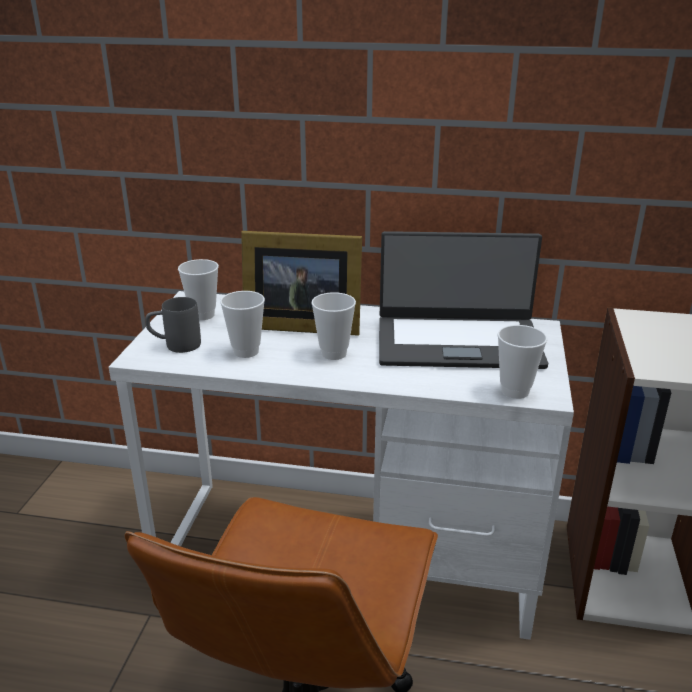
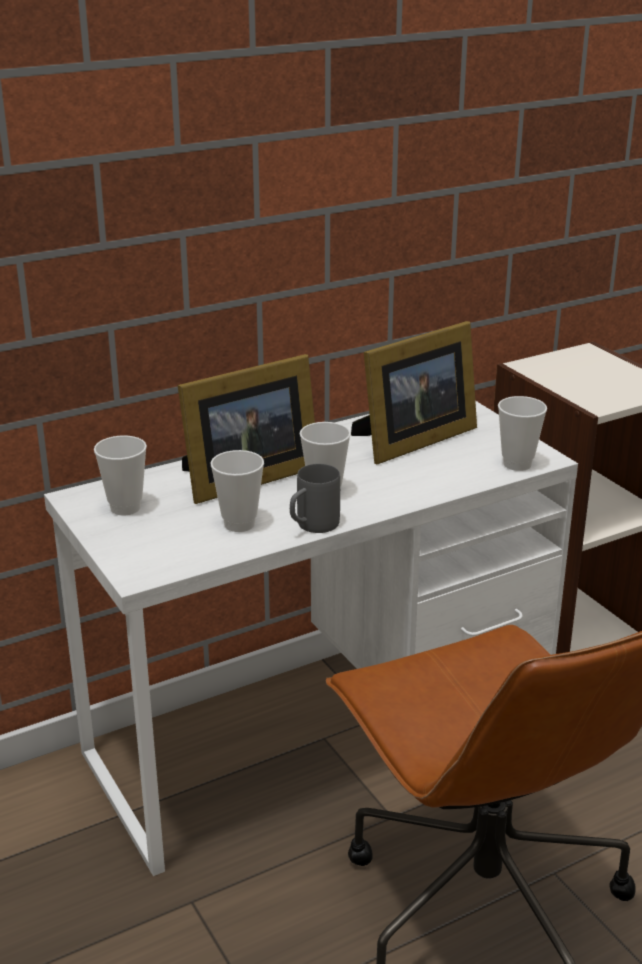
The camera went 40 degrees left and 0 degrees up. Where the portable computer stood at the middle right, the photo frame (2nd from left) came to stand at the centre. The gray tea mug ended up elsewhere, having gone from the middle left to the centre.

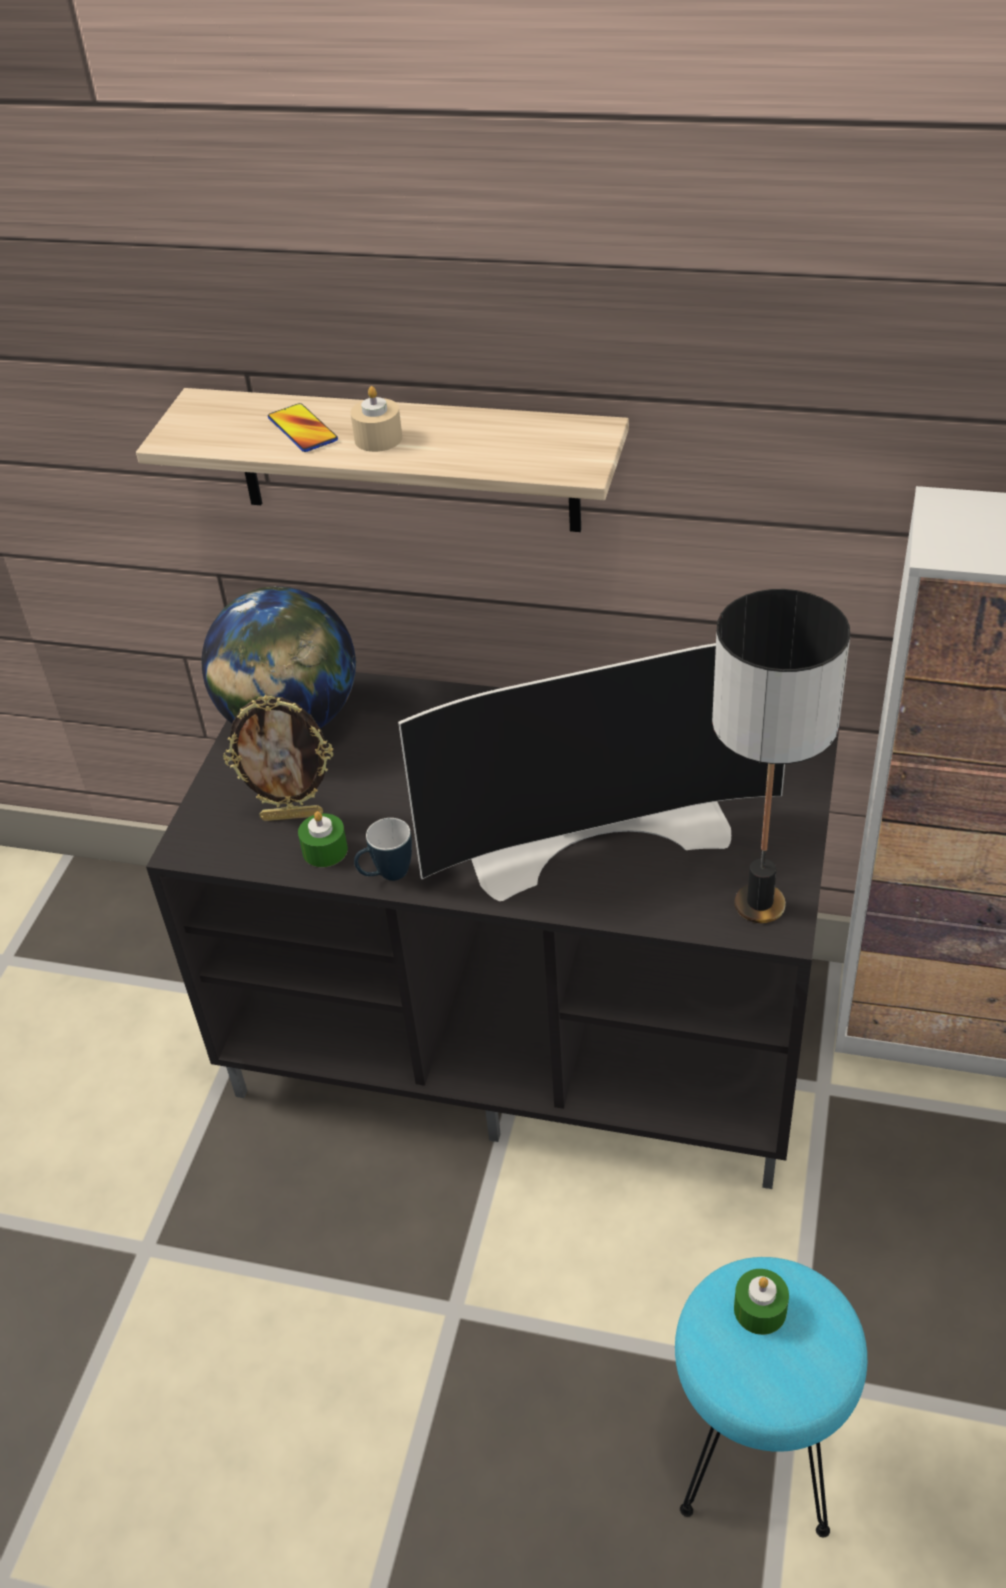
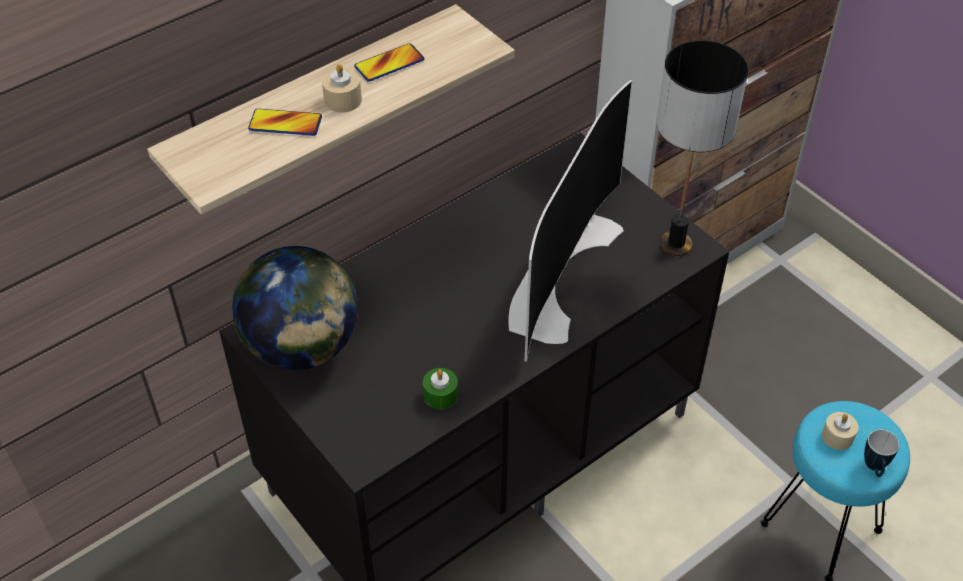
The camera went 55 degrees left and 5 degrees up. The second view lost the photo frame at the middle left. The tea mug ended up elsewhere, having gone from the centre to the bottom right. What was the green wax candle (2nd from left) at the bottom right turned into the beige wax candle (2nd from left) at the bottom right. The second view gained the phone (2nd from left) at the top centre.

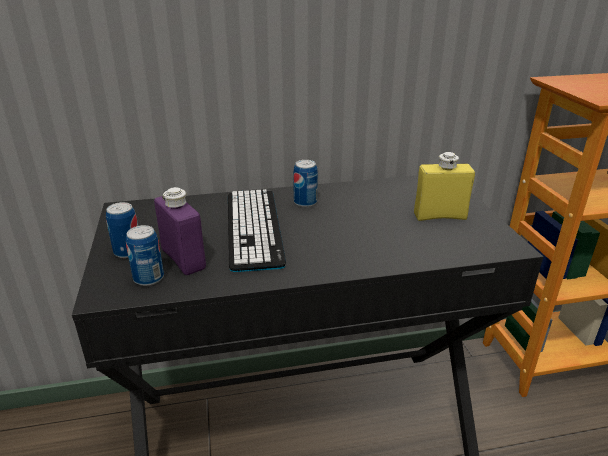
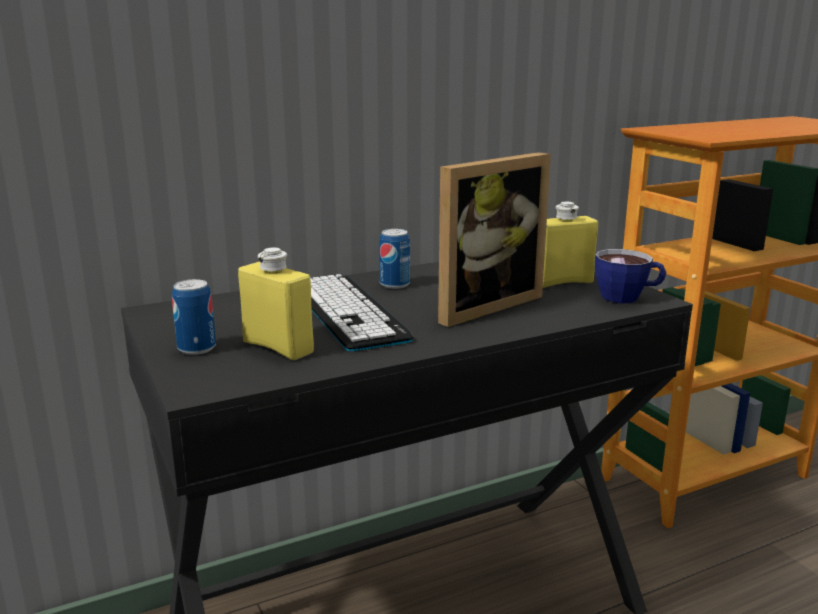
The camera went 15 degrees left and 10 degrees down. What was the purple drink bottle at the middle left turned into the yellowish drink bottle (1st from left) at the centre. The second view lost the sealed can (2nd from left) at the middle left. The second view gained the photo frame at the centre. The second view gained the drinking cup at the middle right.

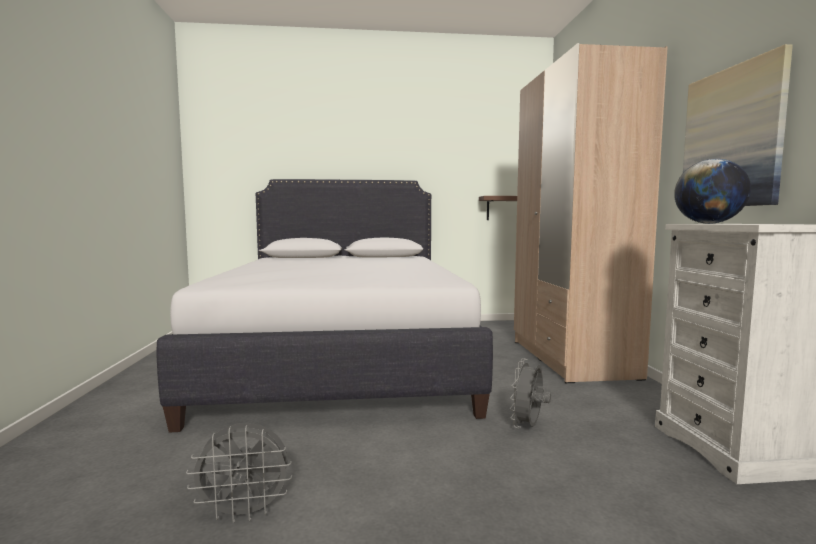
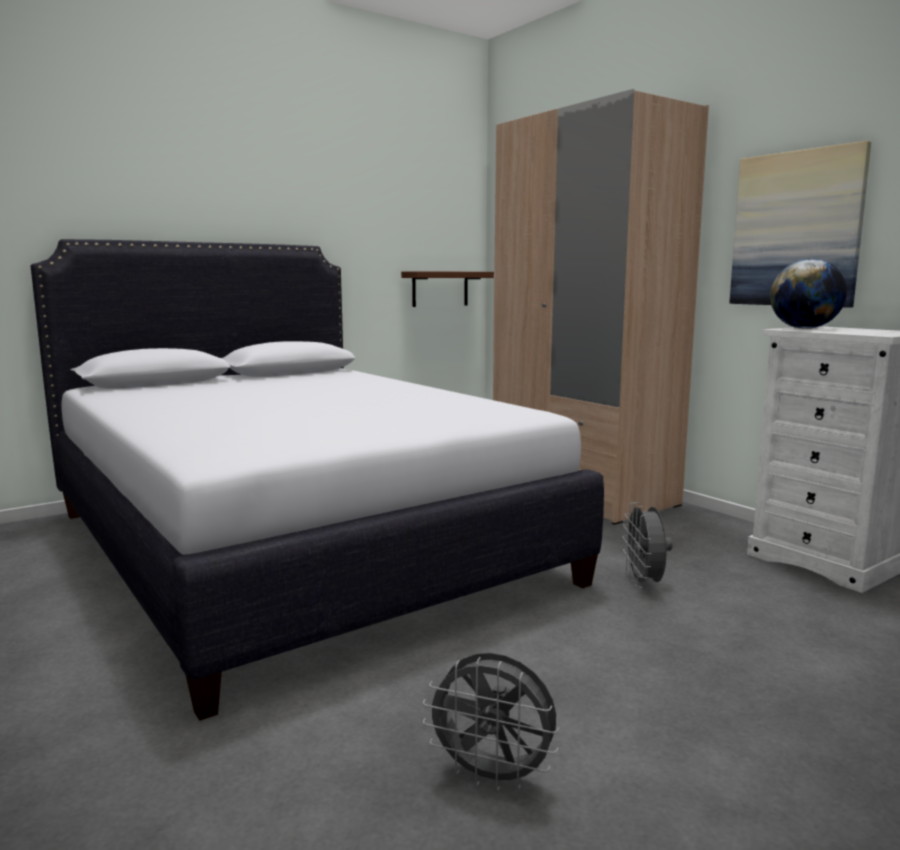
The camera went 30 degrees left and 5 degrees up. The gray fan (1st from left) at the bottom left ended up facing another way, 60 degrees clockwise from before.

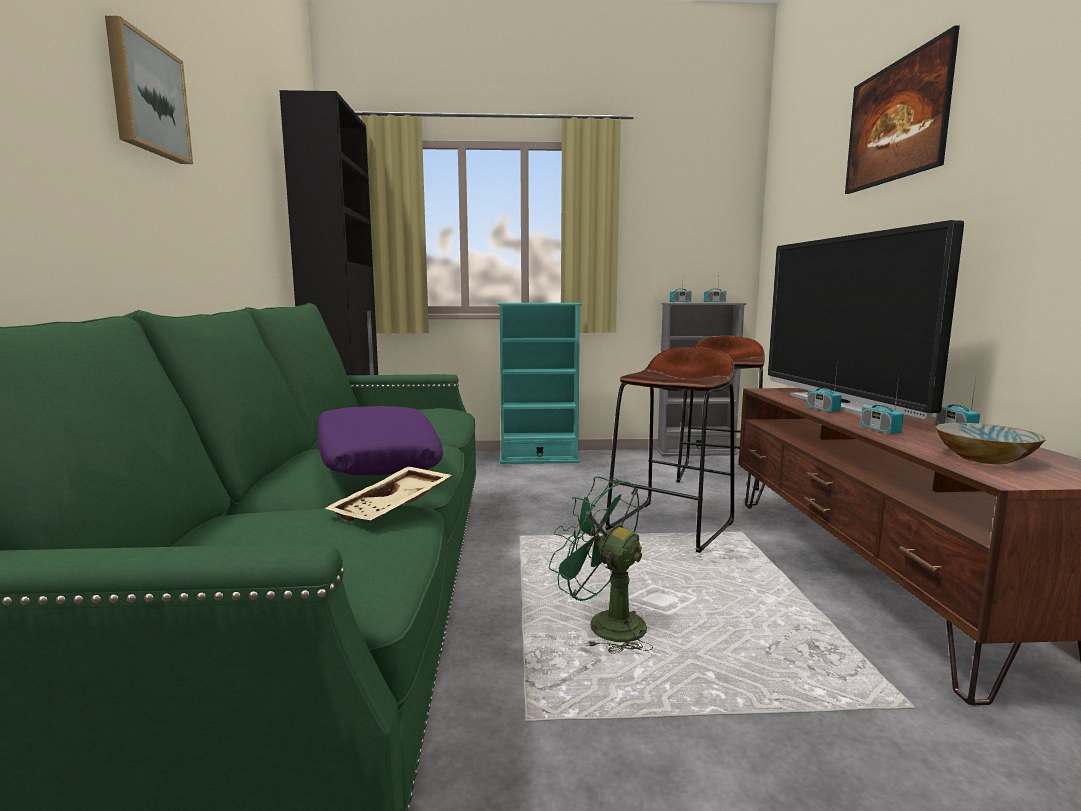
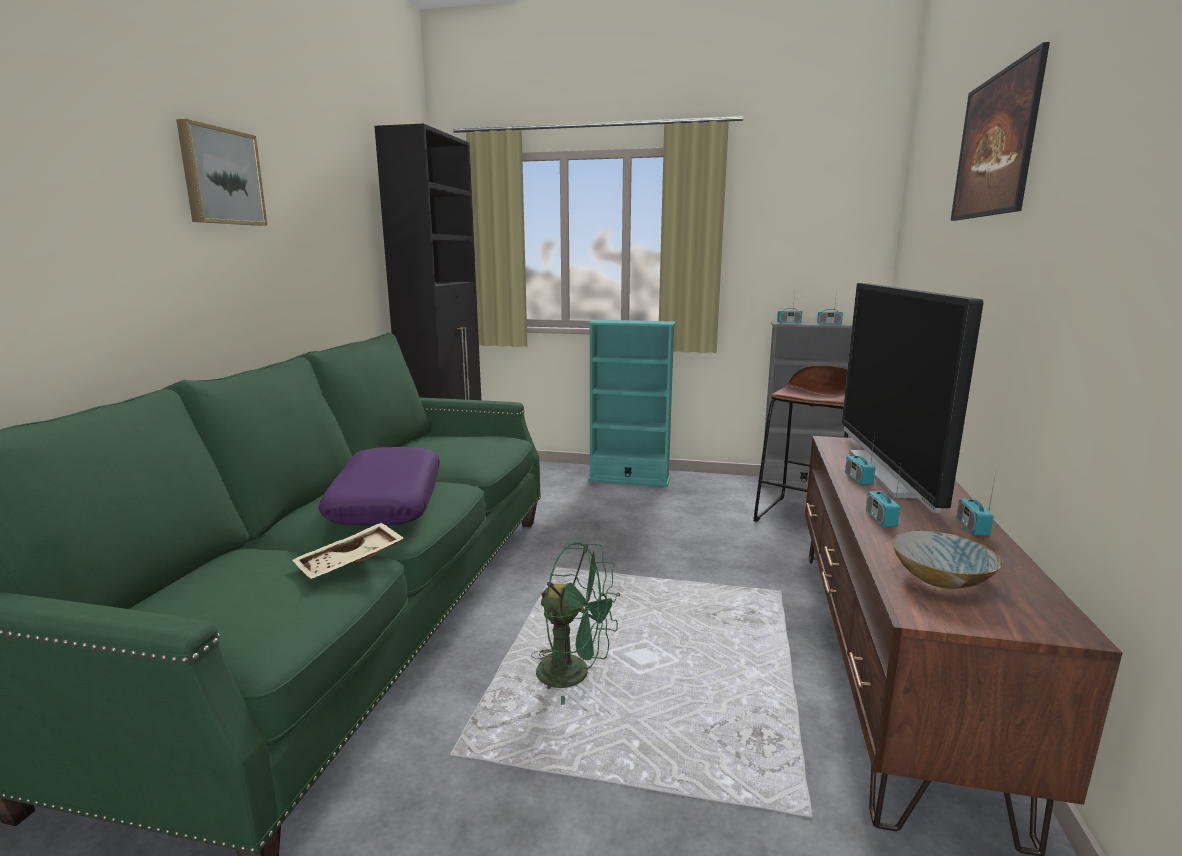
The camera went 15 degrees right and 5 degrees up. The second view lost the brown-coloured sitting stool (1st from left) at the centre. The green fan at the bottom centre ended up facing another way, 150 degrees clockwise from before.

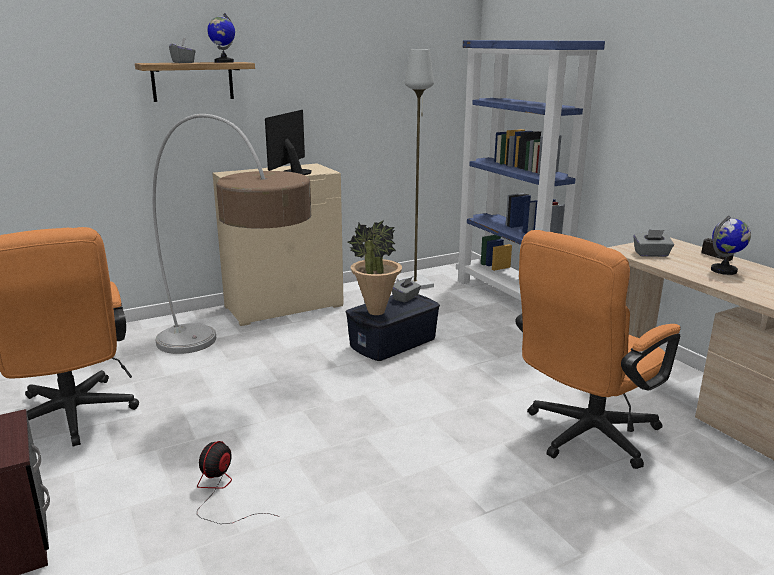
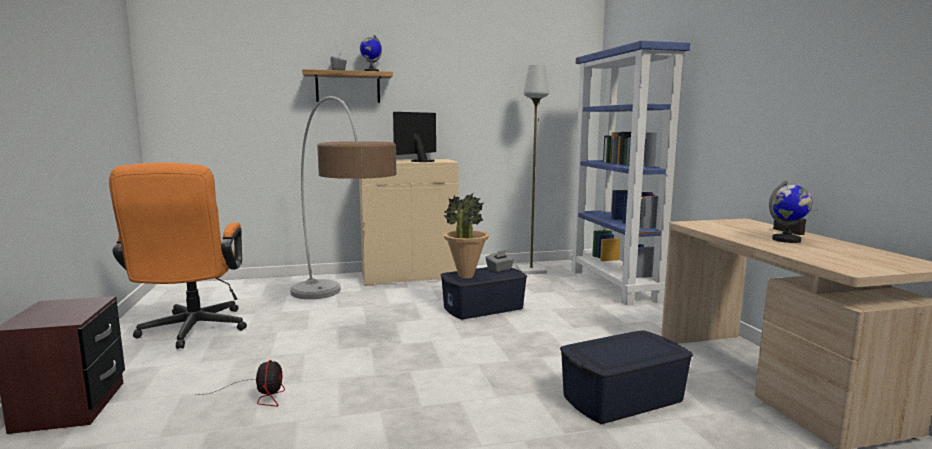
The camera went 15 degrees right and 10 degrees down. The second view lost the gray tissue holder (3rd from left) at the middle right. Where the orange-coloured desk chair (2nd from left) stood at the middle right, the blue-coloured storage bin (2nd from left) came to stand at the bottom right. The fan at the bottom left ended up facing another way, 135 degrees clockwise from before.

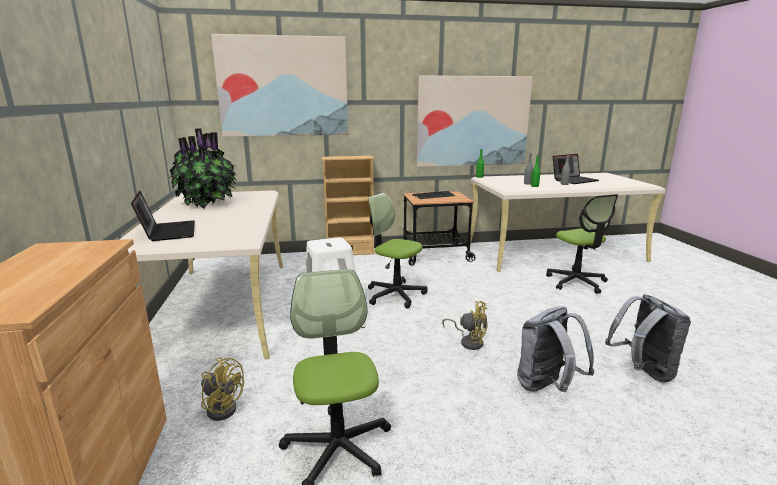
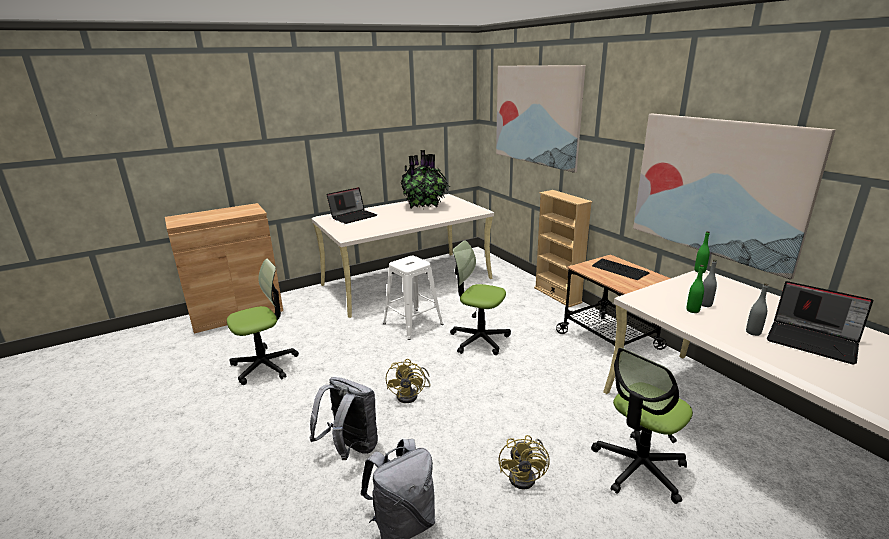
The camera went 70 degrees right and 5 degrees up. The desk chair (2nd from left) at the centre ended up facing another way, 75 degrees counterclockwise from before. The yellowish fan (1st from left in the first image) ended up elsewhere, having gone from the bottom left to the bottom centre.

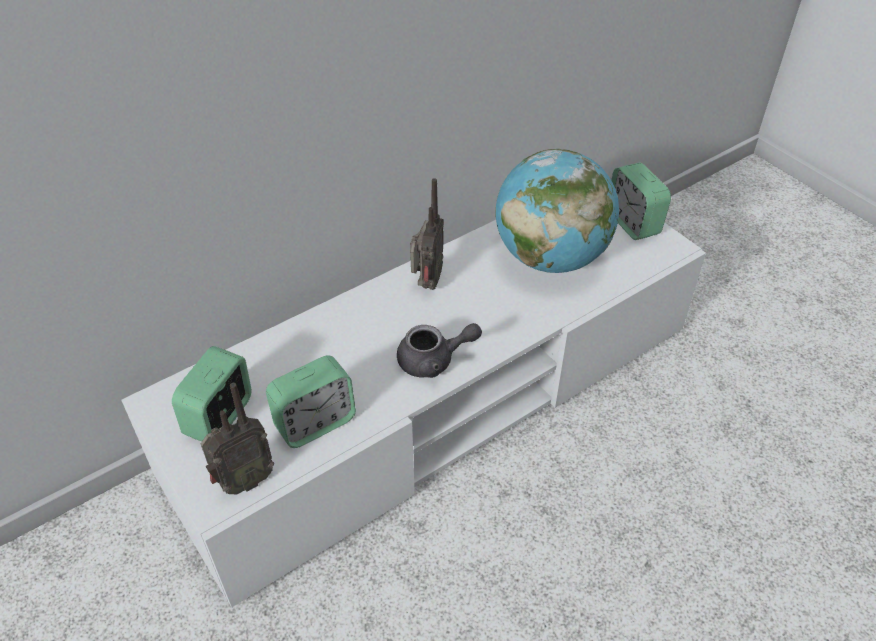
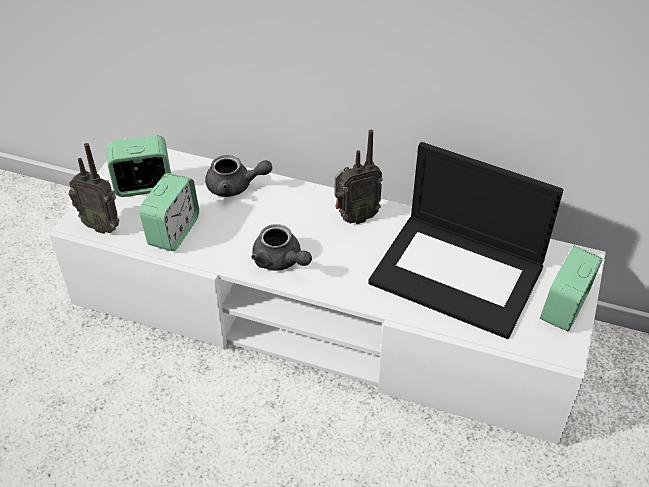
The camera went 55 degrees right and 0 degrees up. Where the globe stood at the top centre, the portable computer came to stand at the middle right. The table clock (2nd from left) at the centre ended up facing another way, 90 degrees counterclockwise from before. The second view gained the gray pot for tea (1st from left) at the centre.

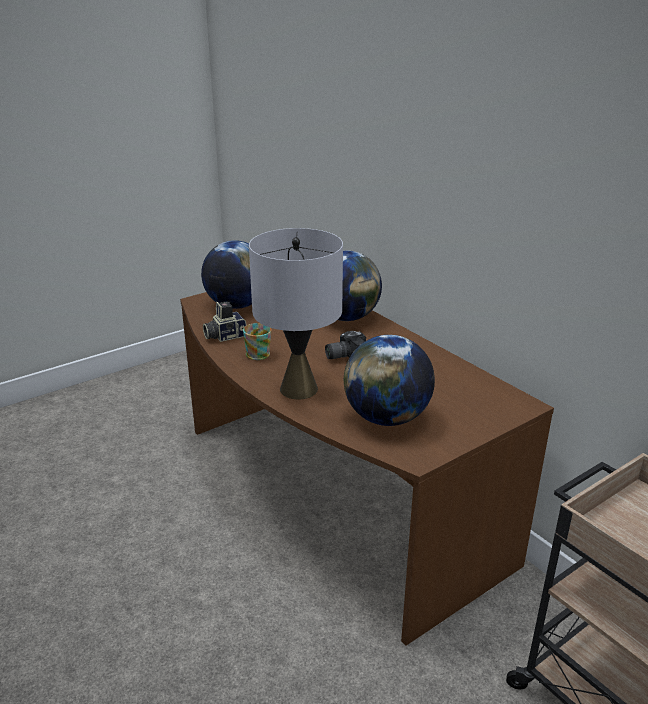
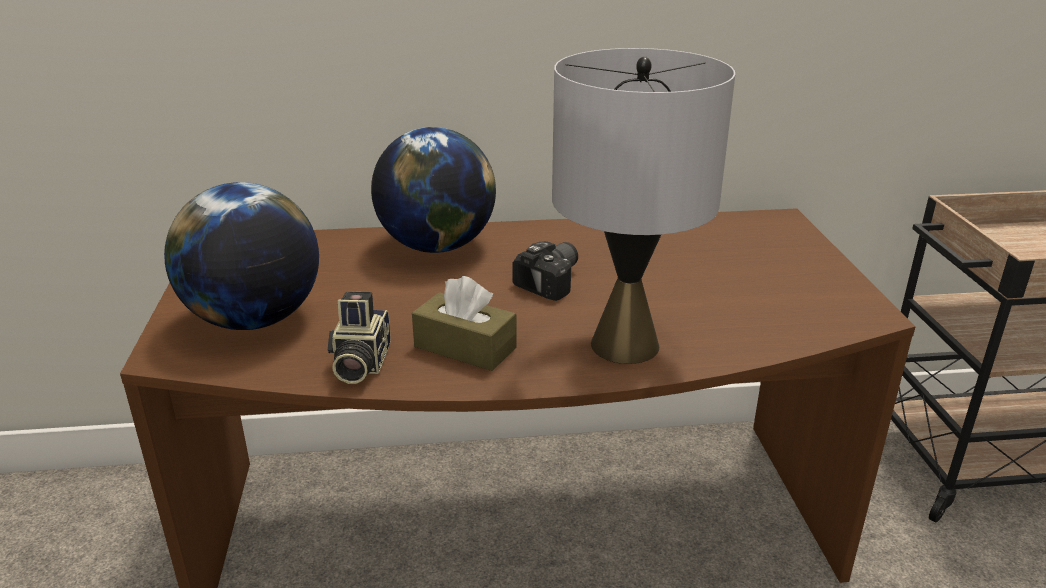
The camera went 60 degrees left and 0 degrees up. Where the tea mug stood at the centre, the brown-coloured tissue holder came to stand at the centre. The still camera (2nd from left) at the centre ended up facing another way, 150 degrees counterclockwise from before. The second view lost the globe (3rd from left) at the centre.

